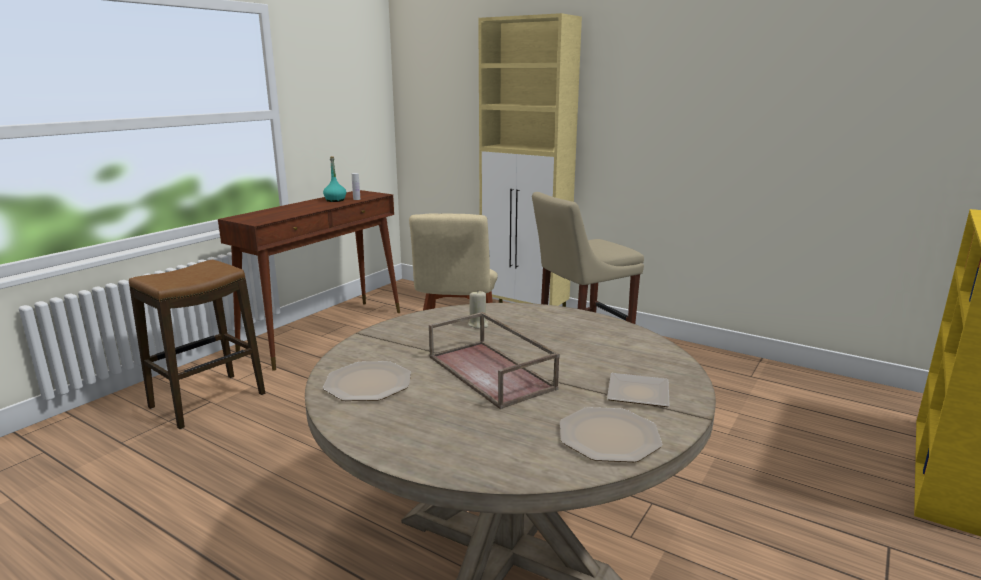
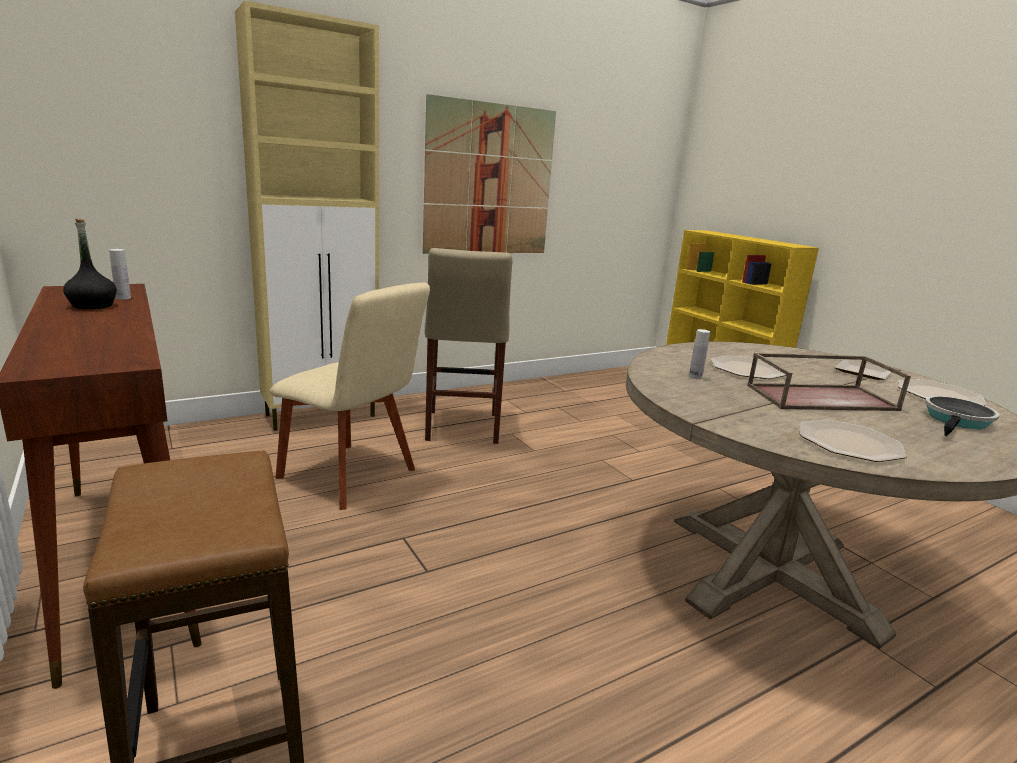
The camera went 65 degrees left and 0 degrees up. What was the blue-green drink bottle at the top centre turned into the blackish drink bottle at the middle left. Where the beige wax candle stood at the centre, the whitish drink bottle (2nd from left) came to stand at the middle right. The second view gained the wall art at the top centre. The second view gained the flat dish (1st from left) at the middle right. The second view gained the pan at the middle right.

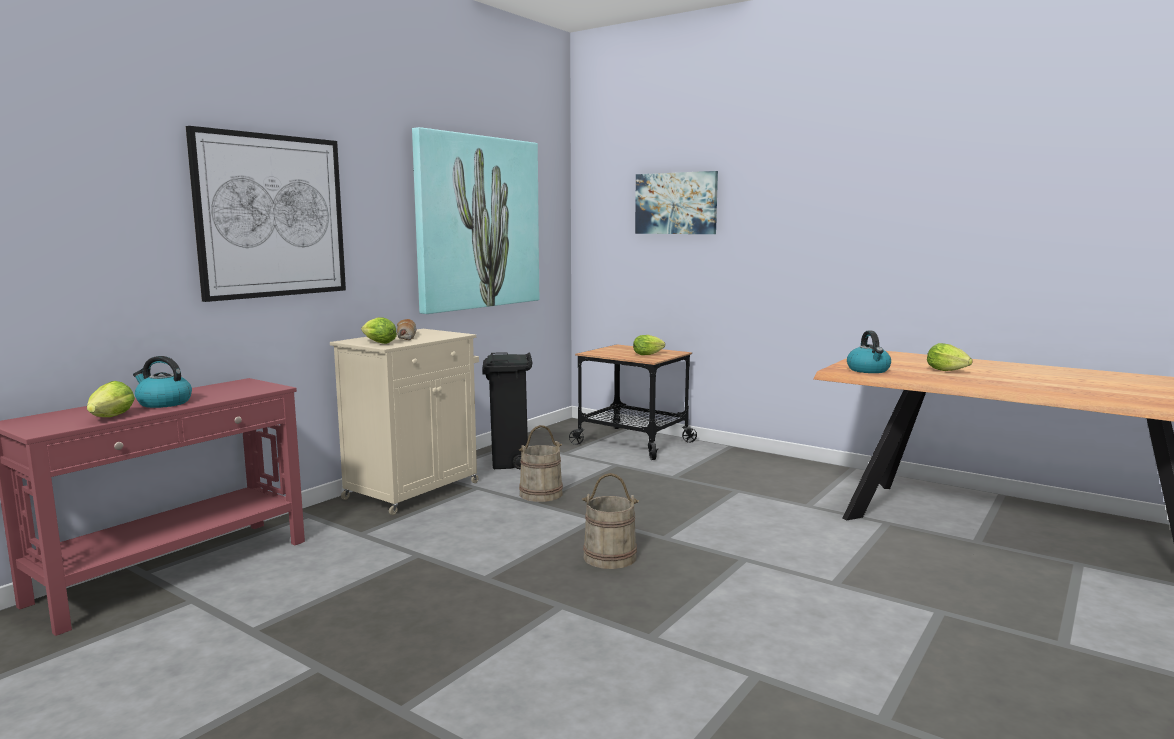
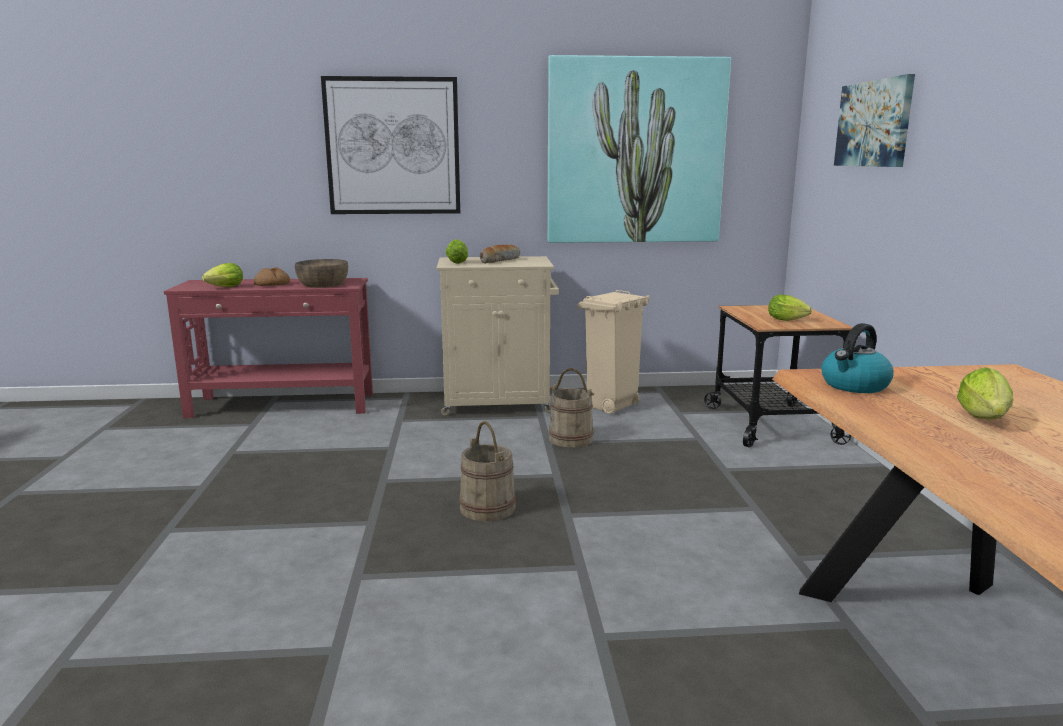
The camera went 50 degrees right and 5 degrees up. What was the blackish waste bin at the centre turned into the beige waste bin at the centre. Where the kettle (1st from left) stood at the middle left, the bread (1st from left) came to stand at the middle left. The second view gained the brown-coloured serving bowl at the middle left.

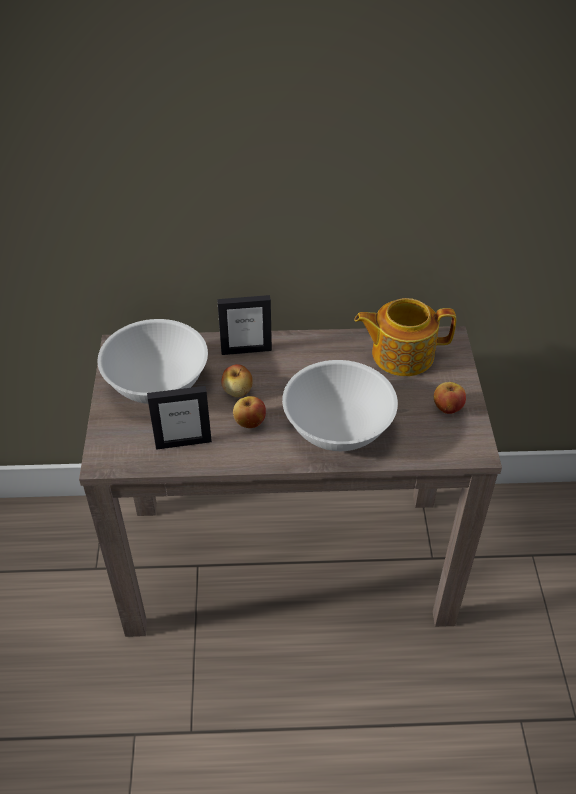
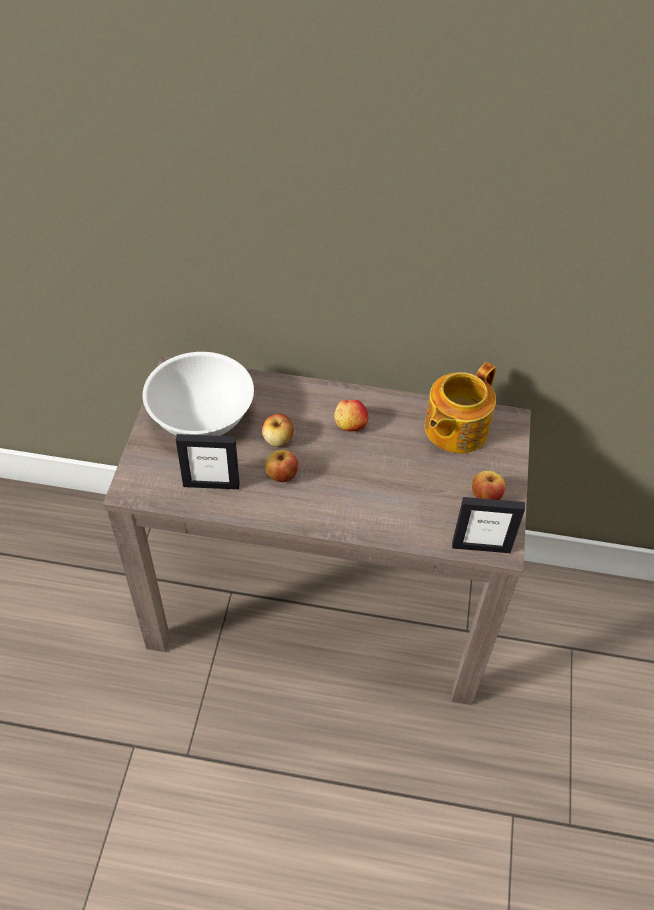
The camera went 10 degrees right and 5 degrees up. The photo frame (2nd from left) ended up elsewhere, having gone from the centre to the middle right. The pot for tea at the middle right ended up facing another way, 60 degrees counterclockwise from before. The second view lost the whitish serving bowl (2nd from left) at the centre. The second view gained the whole apple (3rd from left) at the centre.

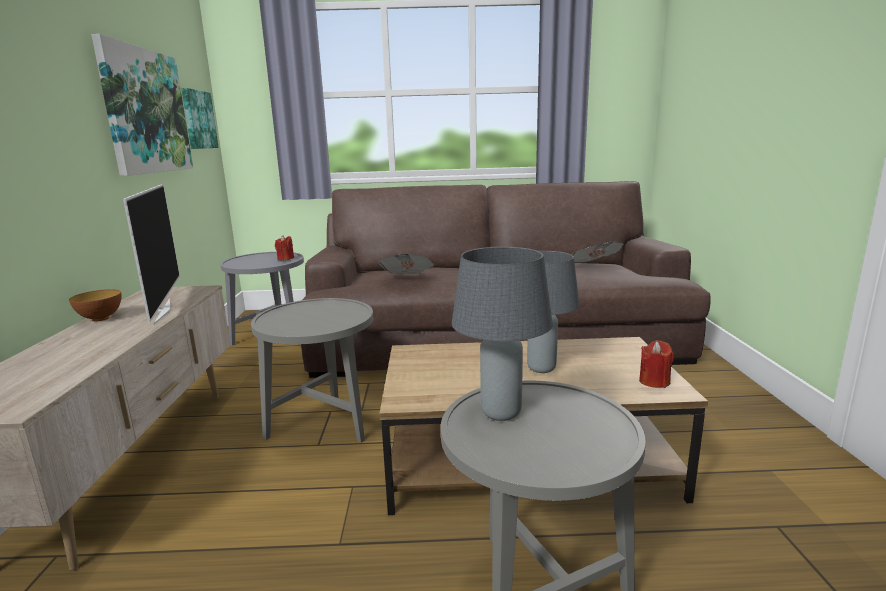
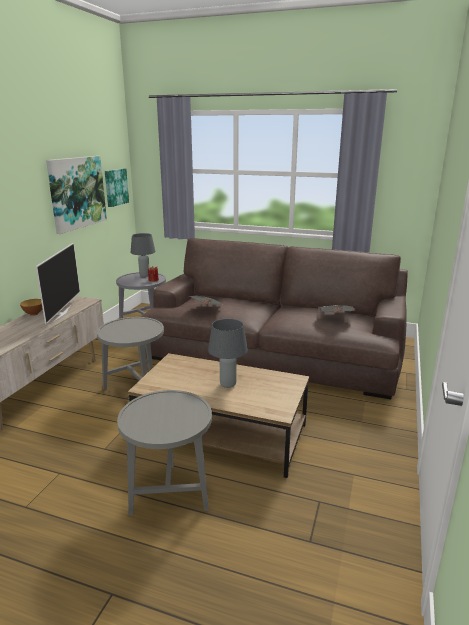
The camera went 20 degrees right and 5 degrees up. The gray tabletop lamp (1st from left) ended up elsewhere, having gone from the centre to the middle left. The second view lost the reddish wax candle (2nd from left) at the middle right.

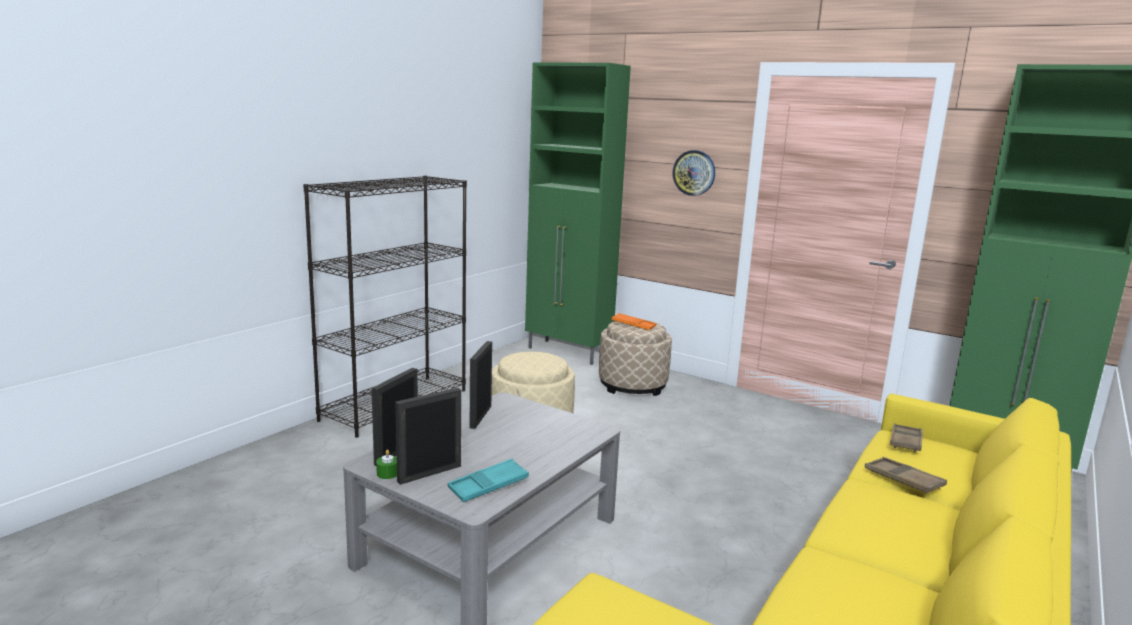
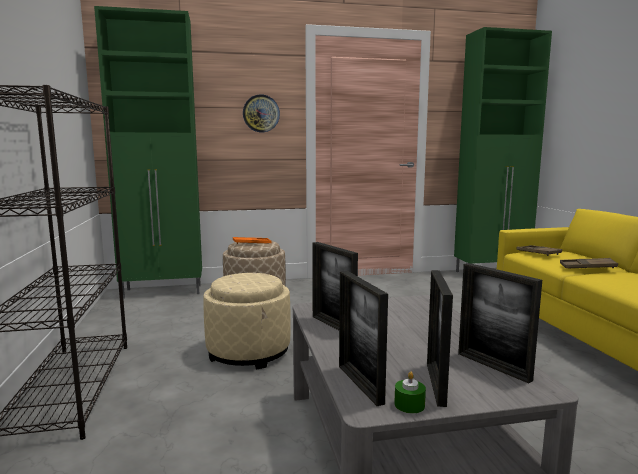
The camera went 45 degrees left and 5 degrees down. Where the blue-green tray stood at the bottom centre, the photo frame (4th from left) came to stand at the bottom right.

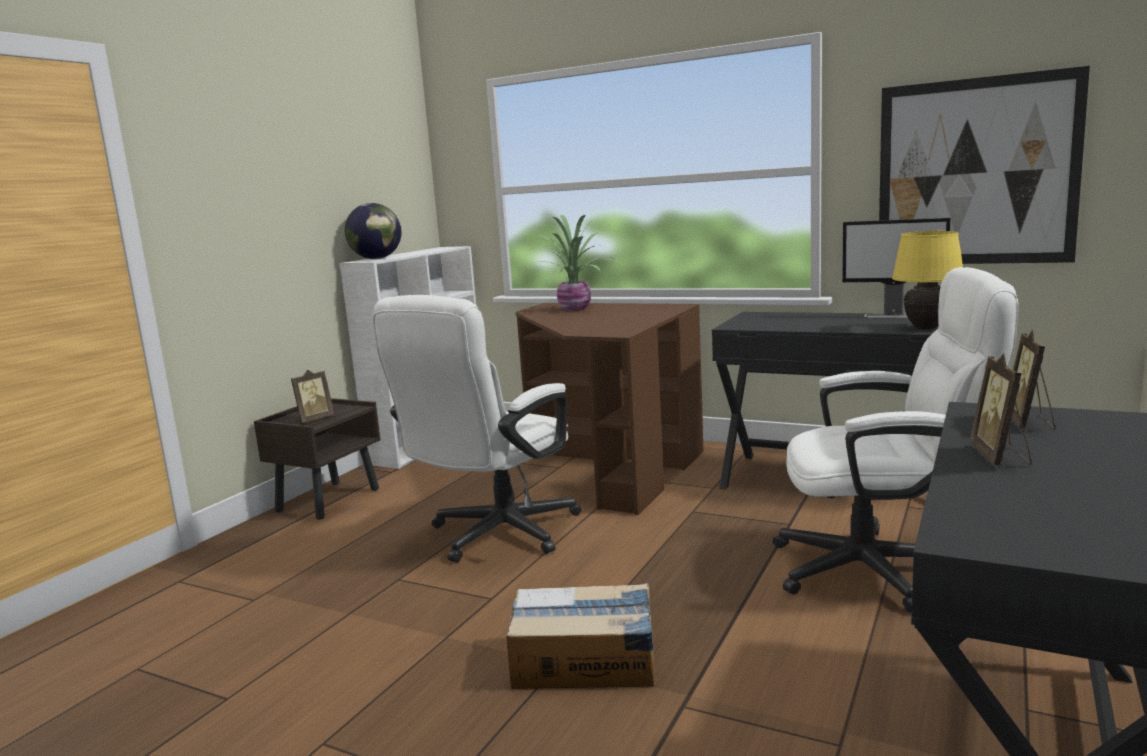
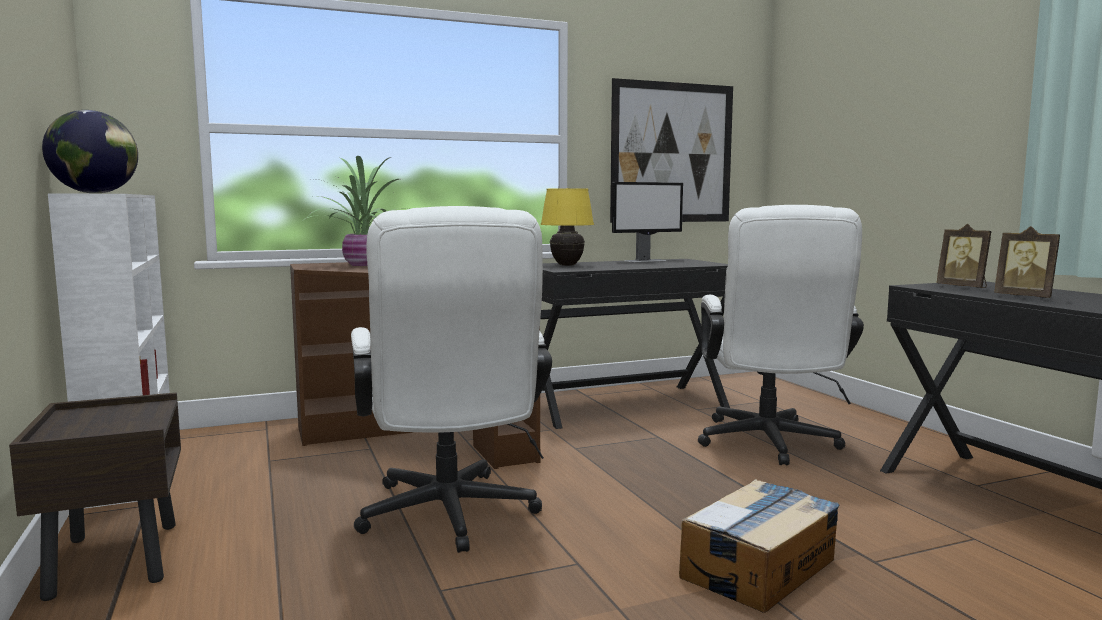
The camera went 50 degrees left and 5 degrees down. The yellowish tabletop lamp ended up elsewhere, having gone from the middle right to the centre. The whitish desk chair (2nd from left) at the middle right ended up facing another way, 135 degrees clockwise from before. The second view lost the photo frame (1st from left) at the middle left.

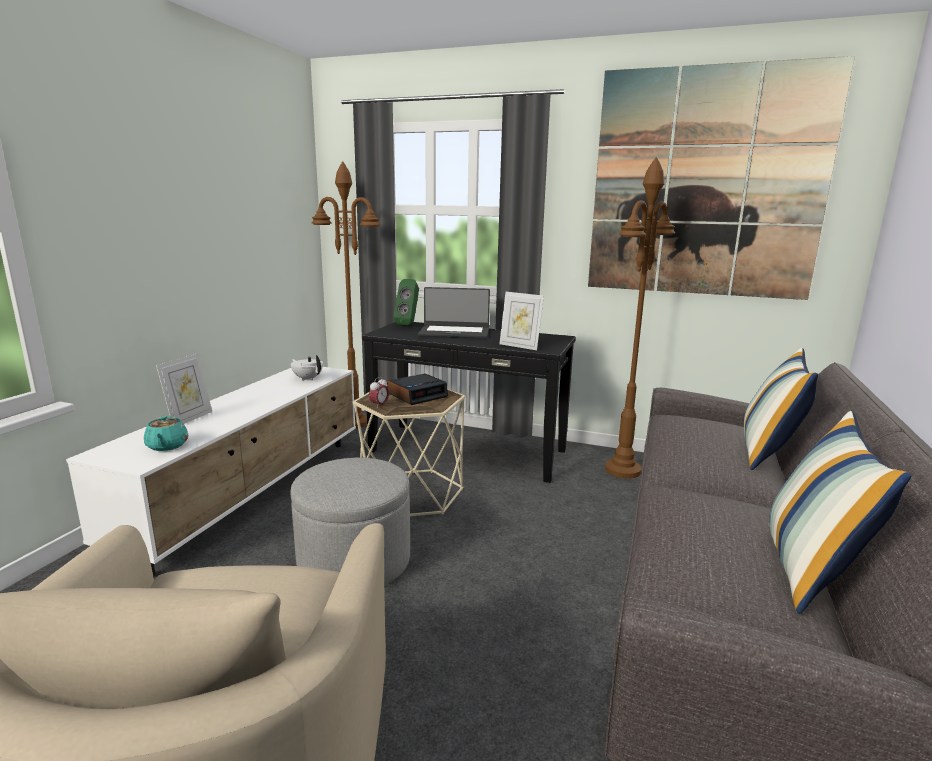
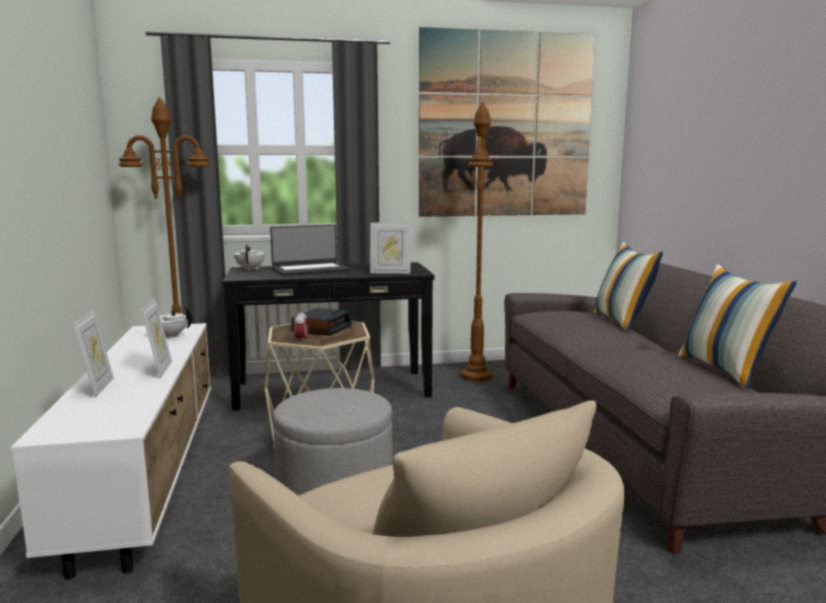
The camera went 30 degrees left and 5 degrees down. Where the green speaker stood at the centre, the whitish pot for tea (2nd from left) came to stand at the middle left. The second view lost the blue-green pot for tea at the middle left. The second view gained the photo frame (2nd from left) at the middle left.

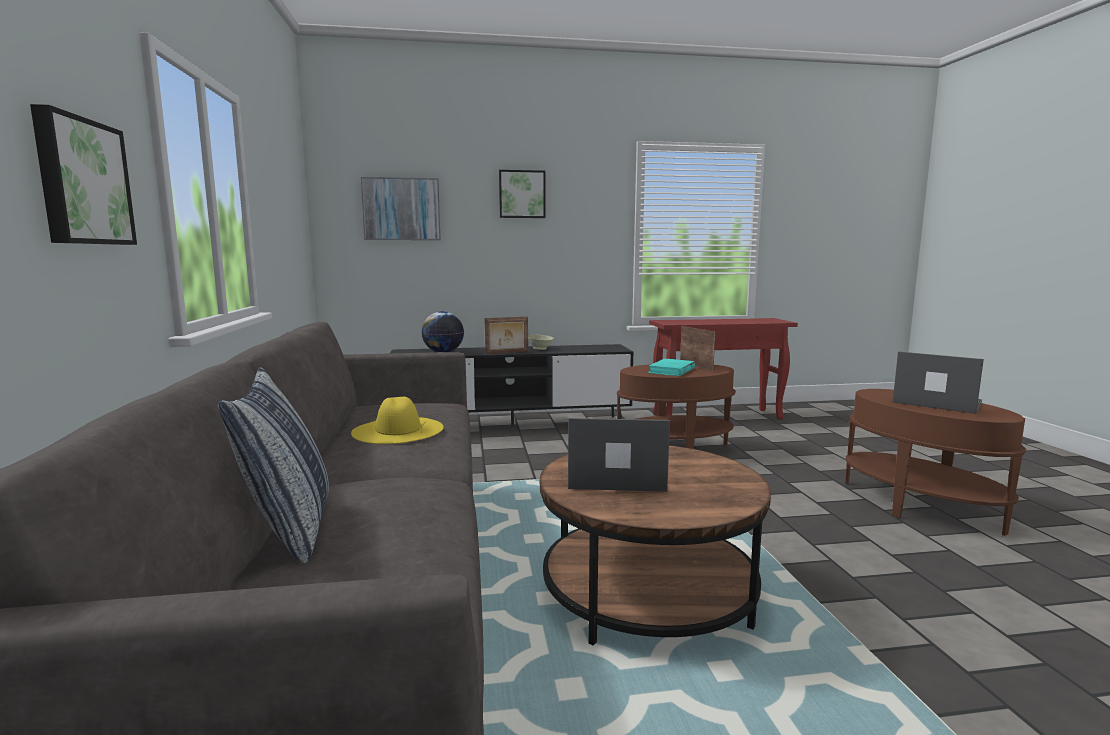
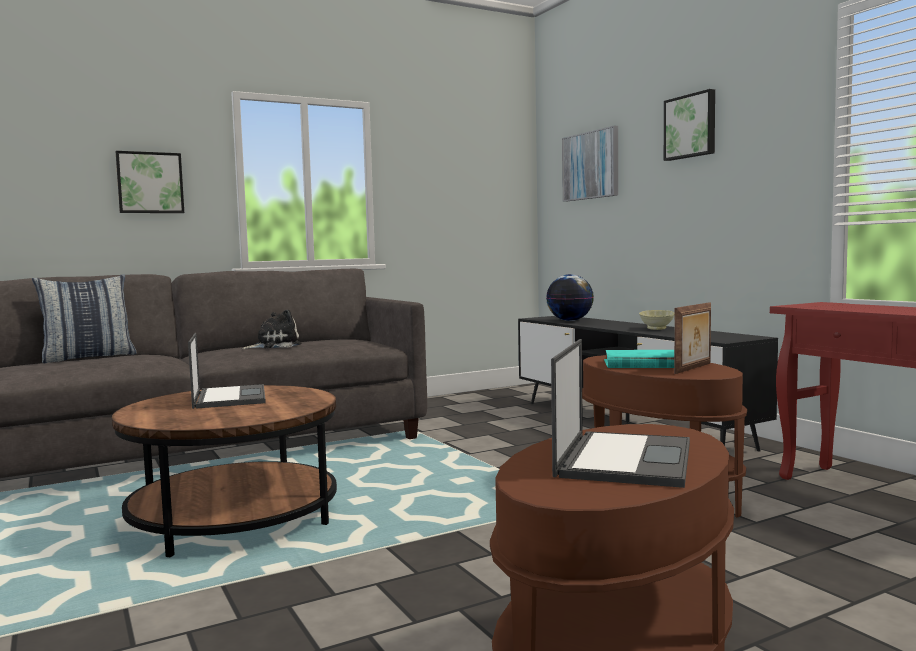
The camera went 70 degrees right and 5 degrees down. The second view lost the photo frame (1st from left) at the centre. Where the yellowish wearable hat stood at the centre, the soft toy came to stand at the middle left.

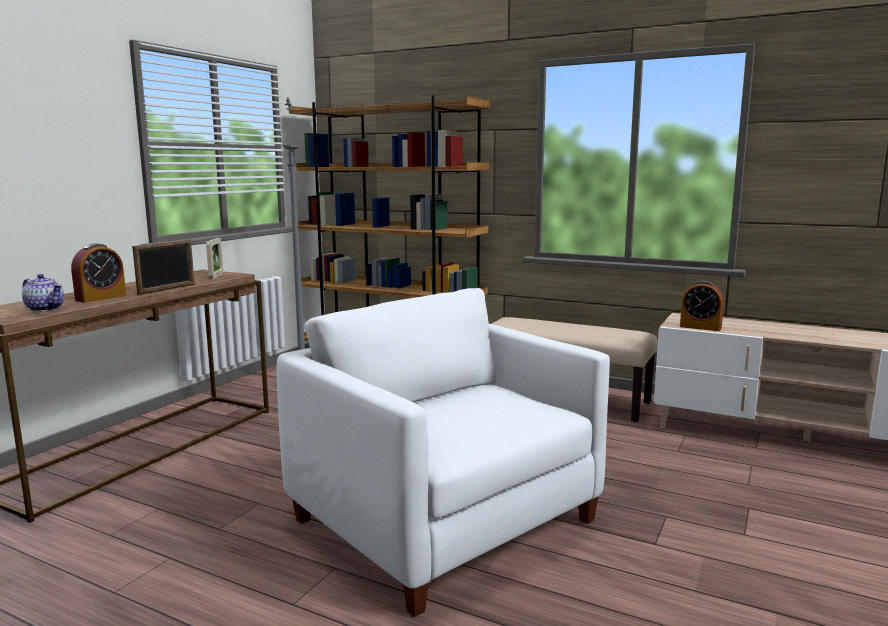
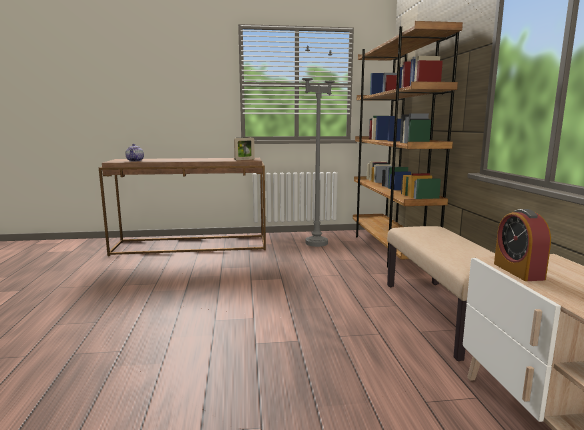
The camera went 55 degrees right and 0 degrees up. The second view lost the photo frame (1st from left) at the middle left. The second view lost the table clock (1st from left) at the middle left. The second view lost the whitish armchair at the bottom centre.

